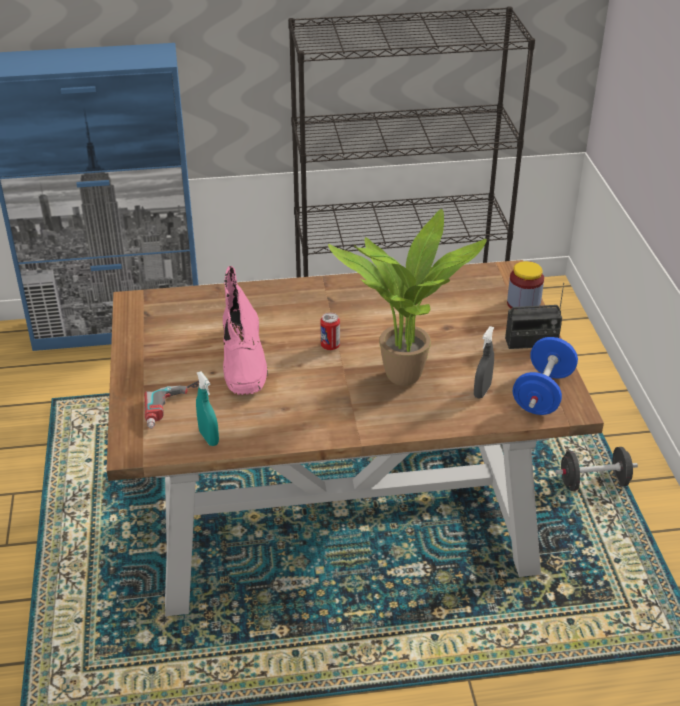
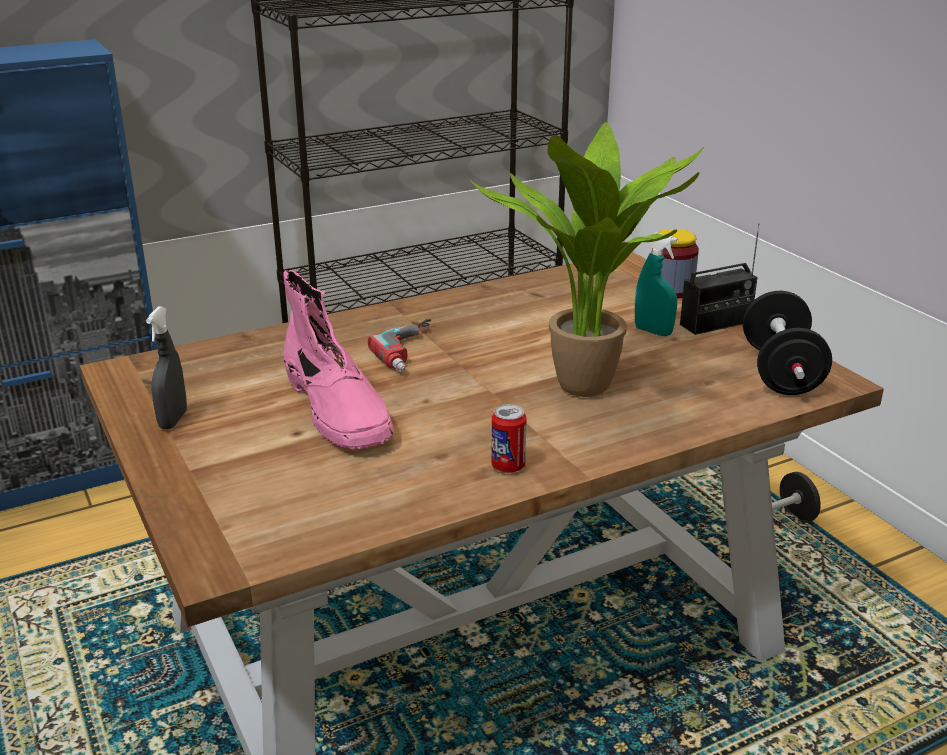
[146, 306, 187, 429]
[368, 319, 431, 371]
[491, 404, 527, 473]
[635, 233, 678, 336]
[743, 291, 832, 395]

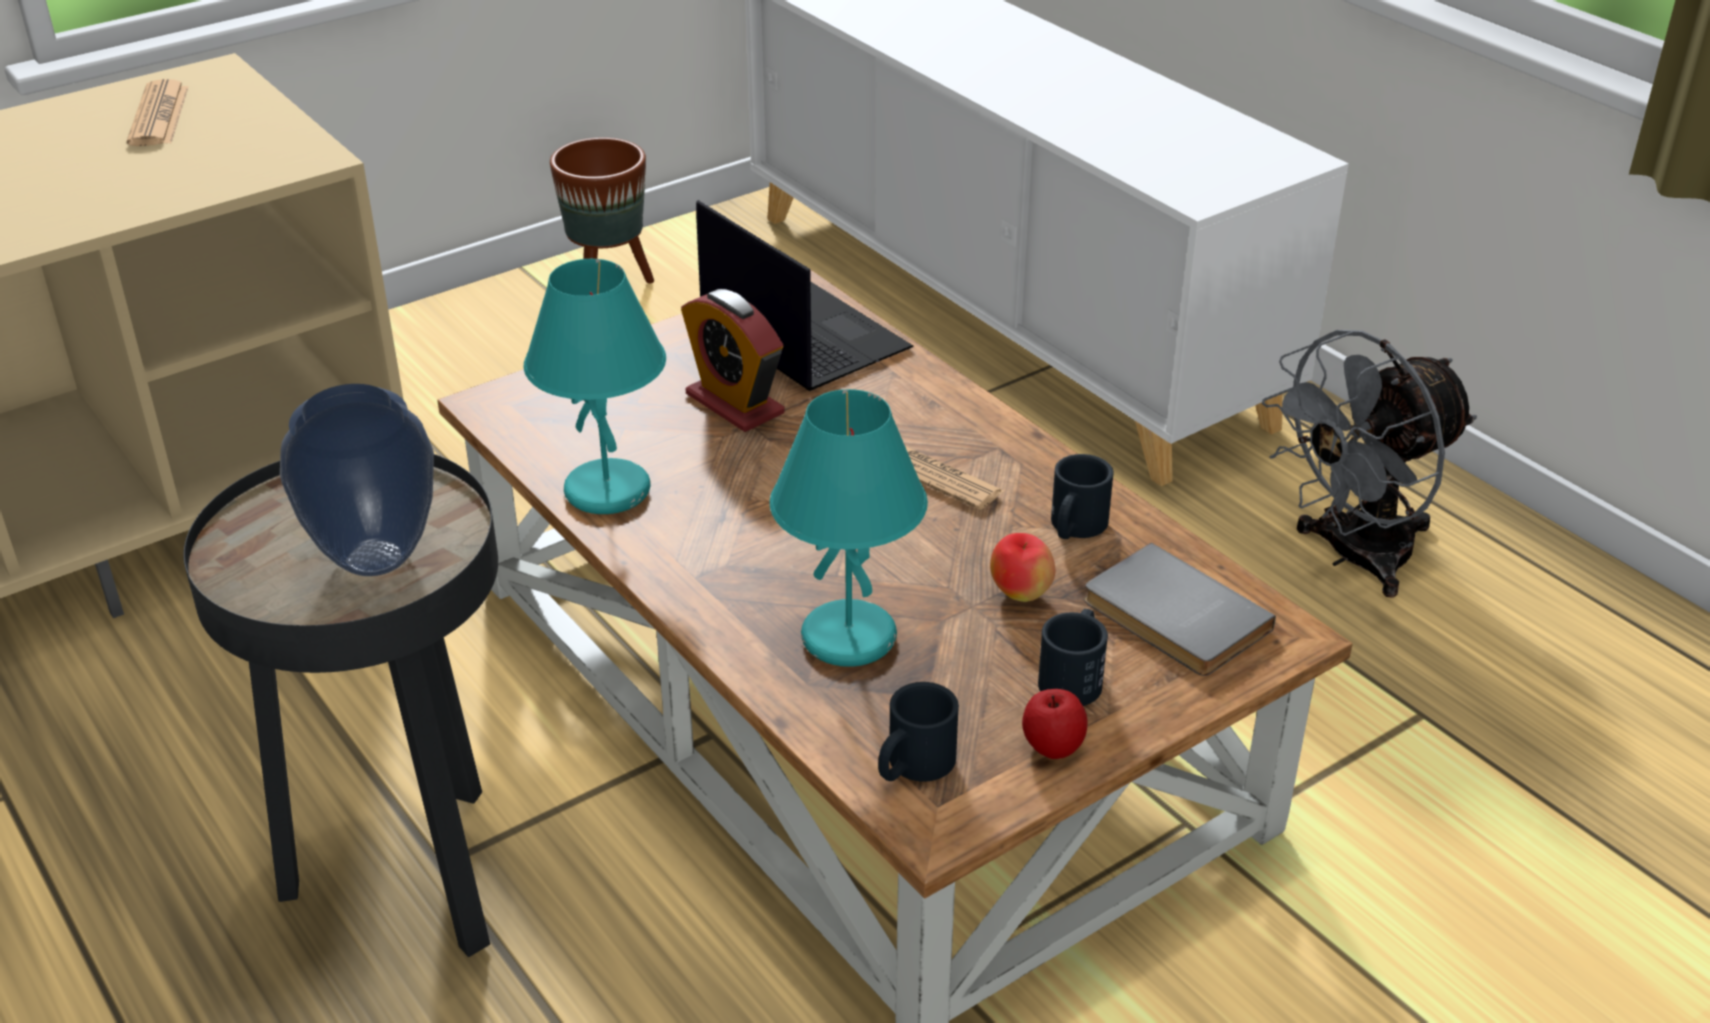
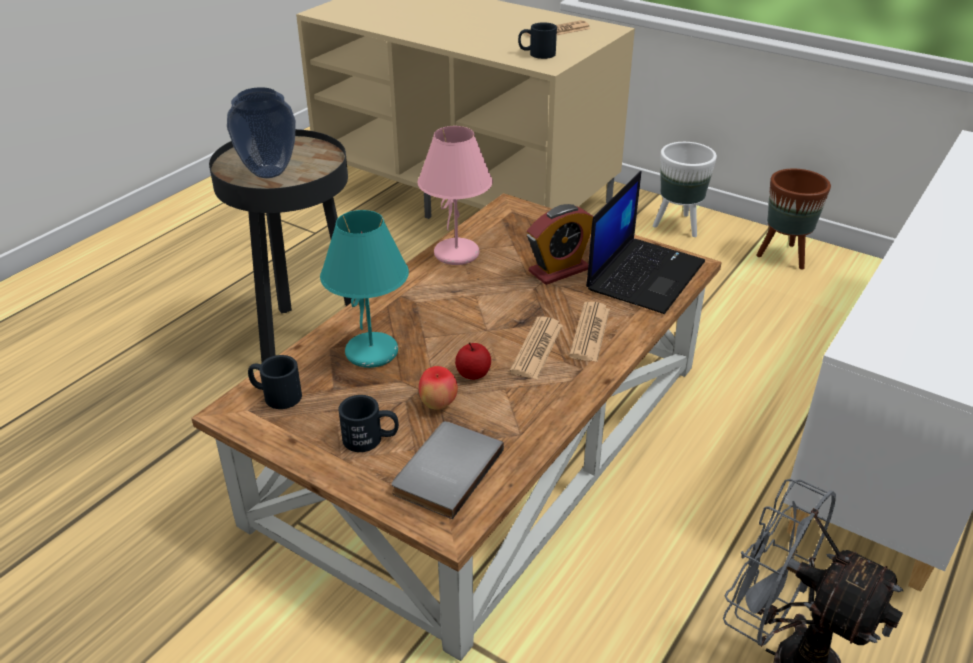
[417, 126, 493, 265]
[455, 343, 491, 380]
[518, 22, 557, 59]
[527, 204, 594, 285]
[569, 302, 610, 362]
[653, 142, 717, 237]

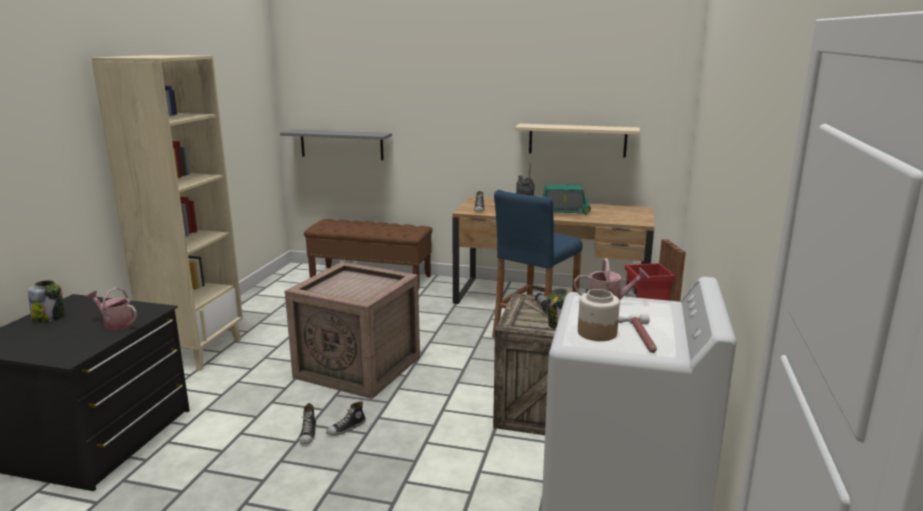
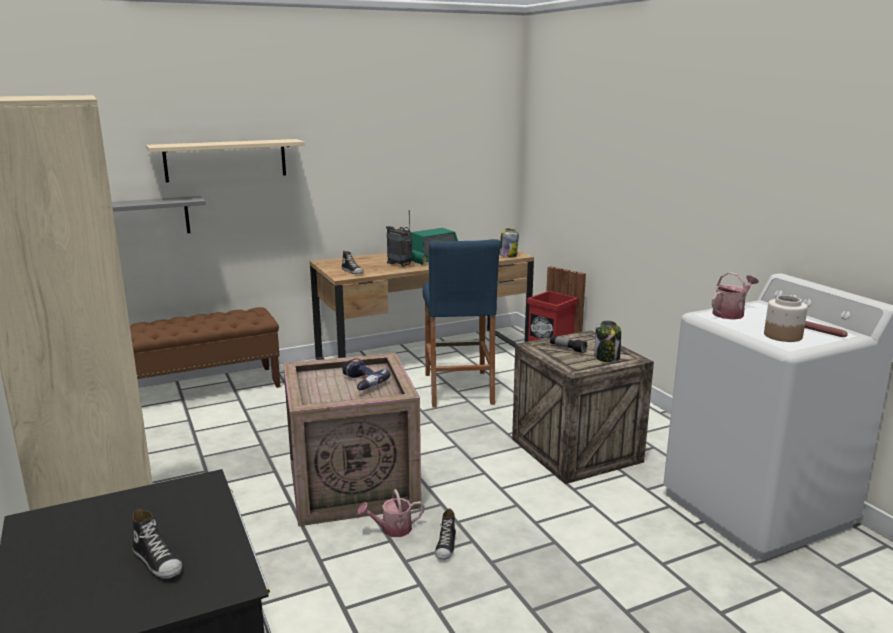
[132, 509, 182, 578]
[146, 139, 305, 182]
[342, 358, 390, 390]
[357, 489, 425, 537]
[499, 229, 519, 257]

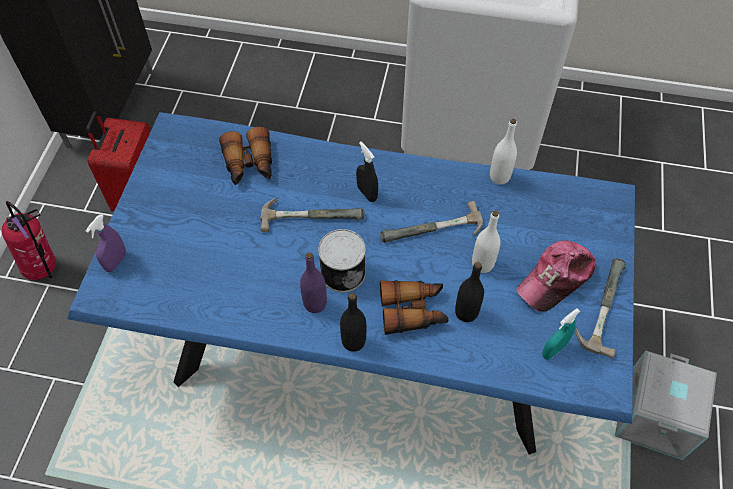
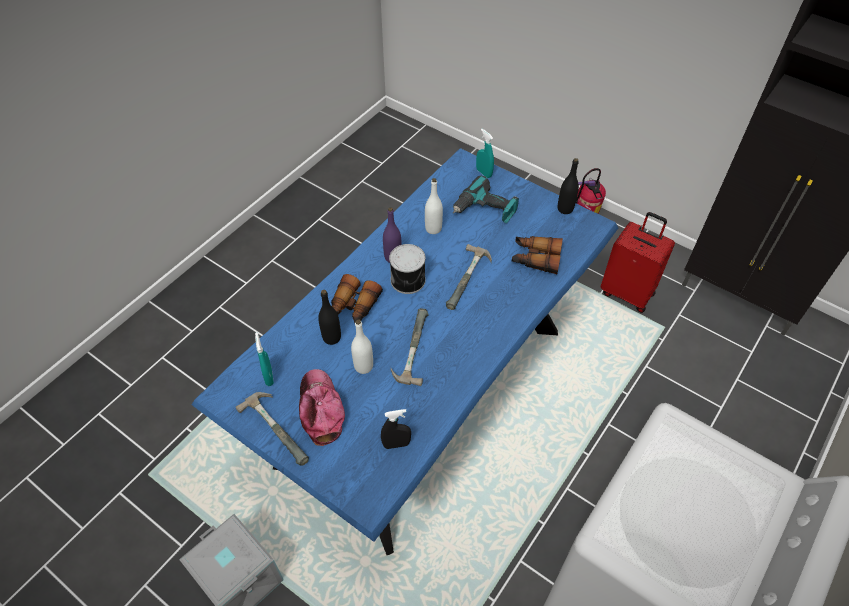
[381, 409, 411, 449]
[425, 178, 443, 234]
[453, 176, 519, 223]
[476, 129, 494, 178]
[558, 158, 579, 214]

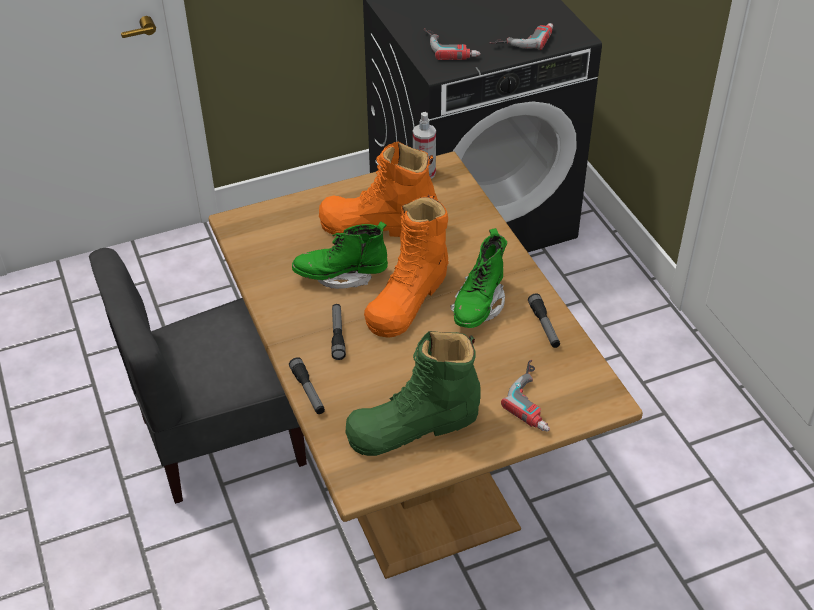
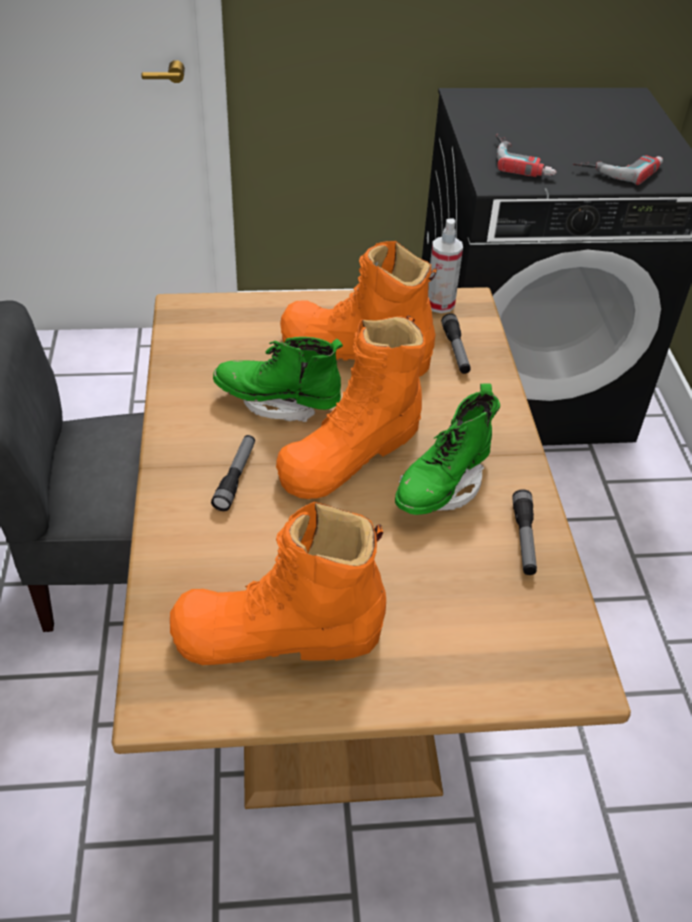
[170, 502, 386, 665]
[441, 313, 471, 374]
[501, 360, 550, 431] (first image)

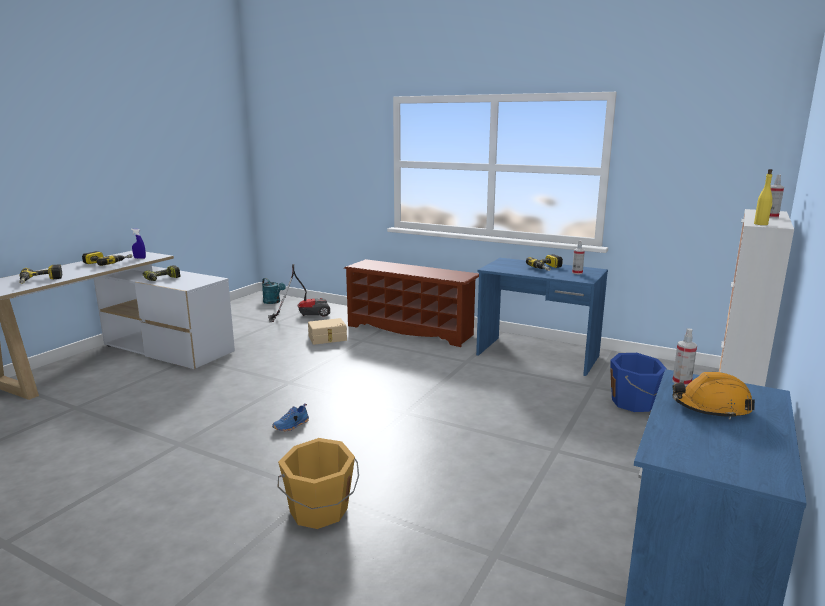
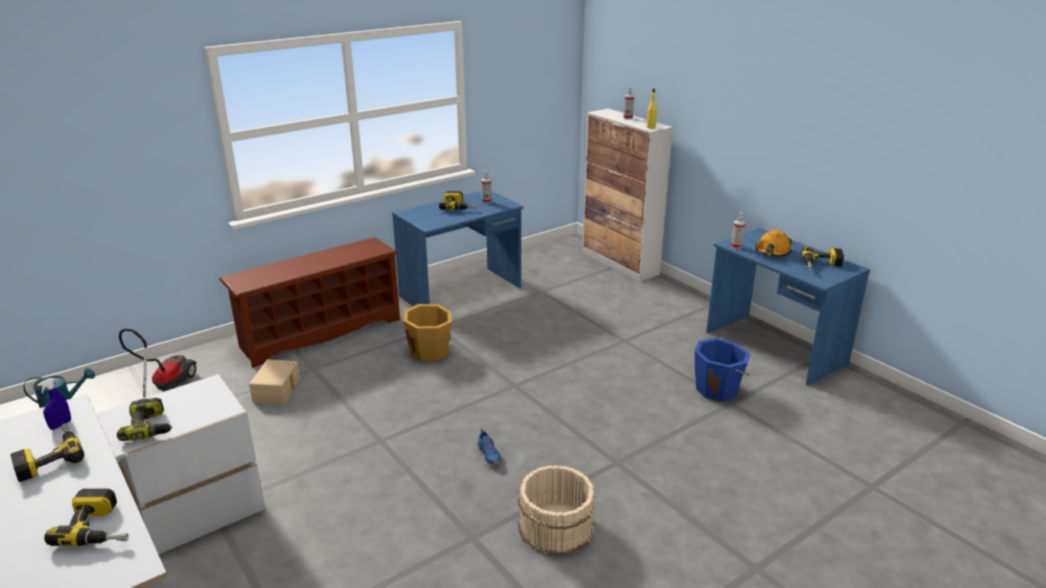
[403, 304, 452, 361]
[518, 465, 596, 556]
[695, 338, 750, 402]
[801, 246, 844, 270]

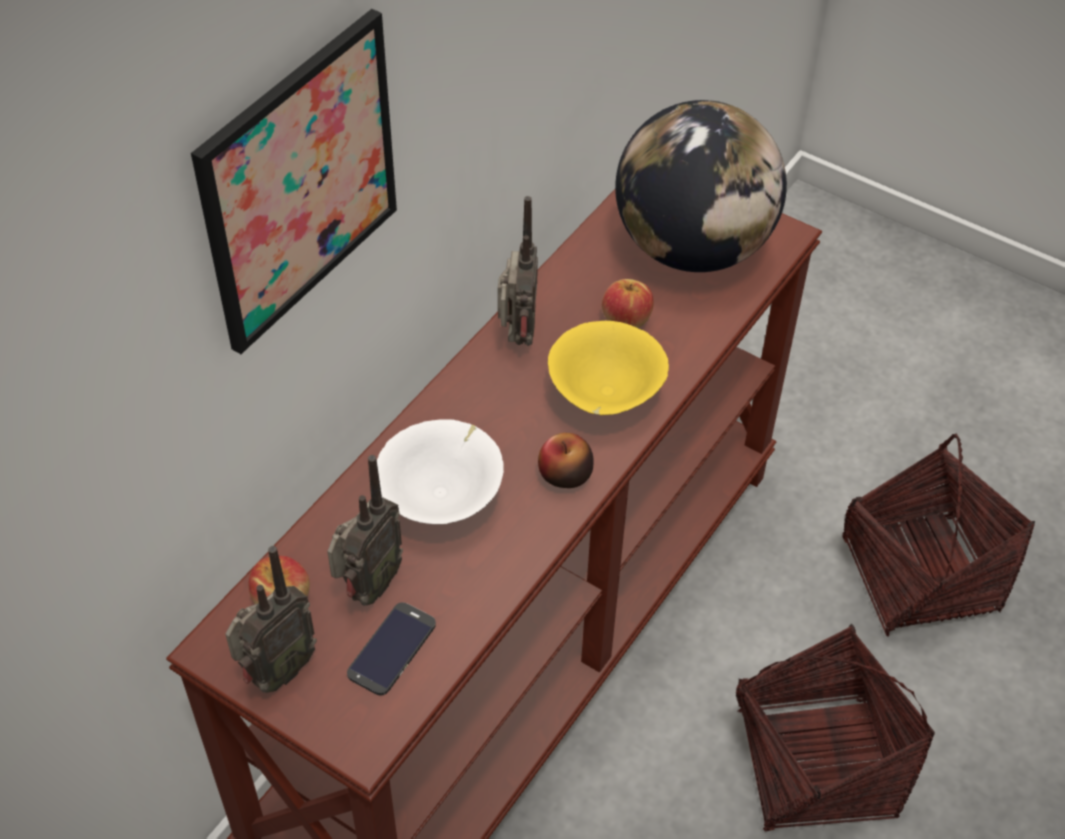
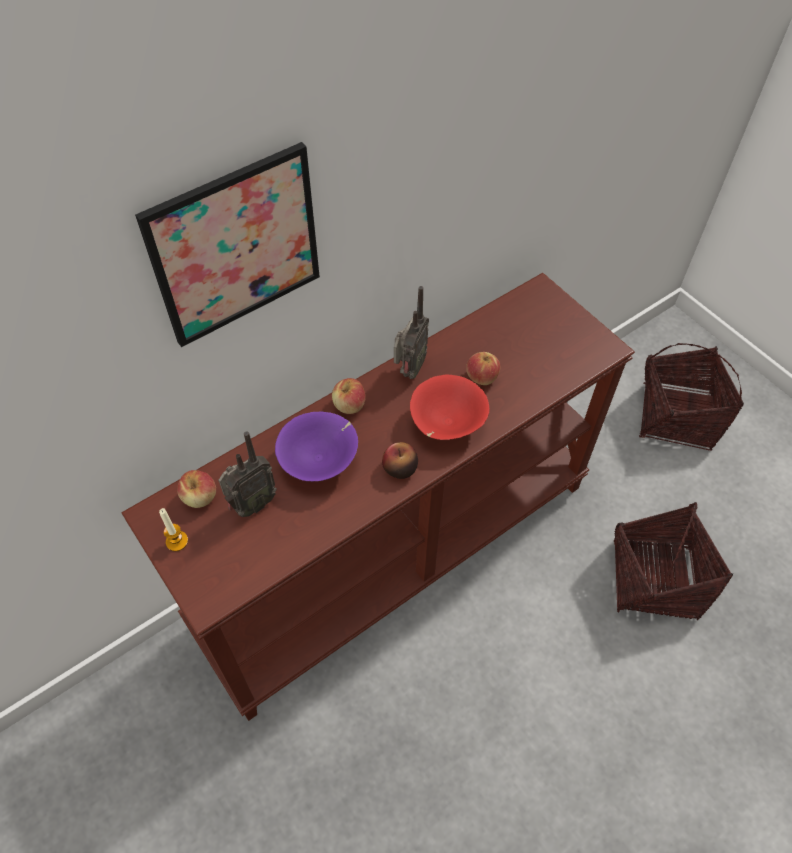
[159, 508, 188, 551]
[275, 411, 358, 481]
[332, 378, 366, 414]
[410, 374, 490, 440]
[639, 343, 744, 451]
[347, 602, 436, 696] (first image)
[615, 100, 787, 272] (first image)

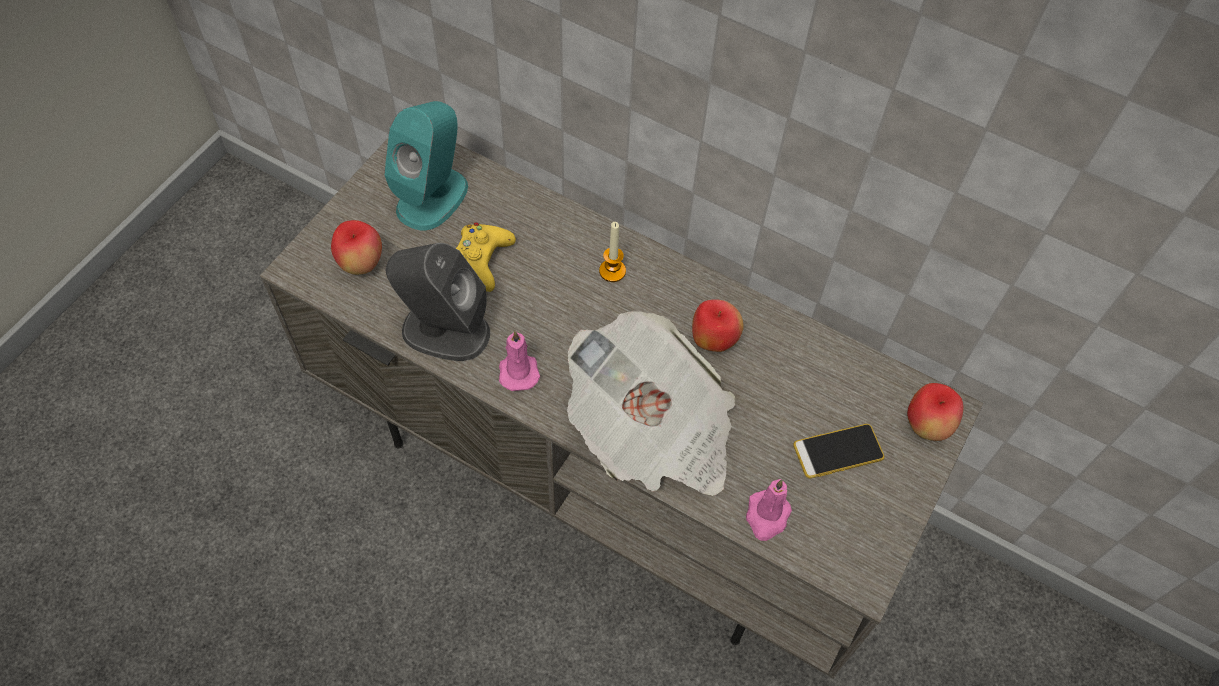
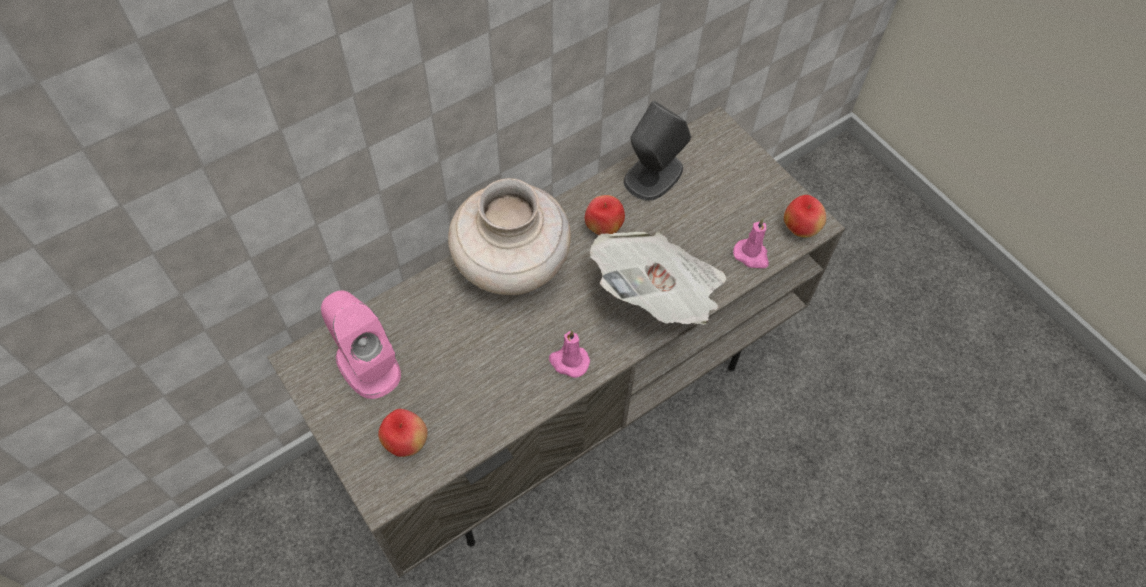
[321, 290, 401, 399]
[448, 178, 571, 295]
[624, 101, 691, 201]
[784, 195, 826, 238]
[456, 223, 516, 292] (first image)
[793, 424, 884, 478] (first image)

